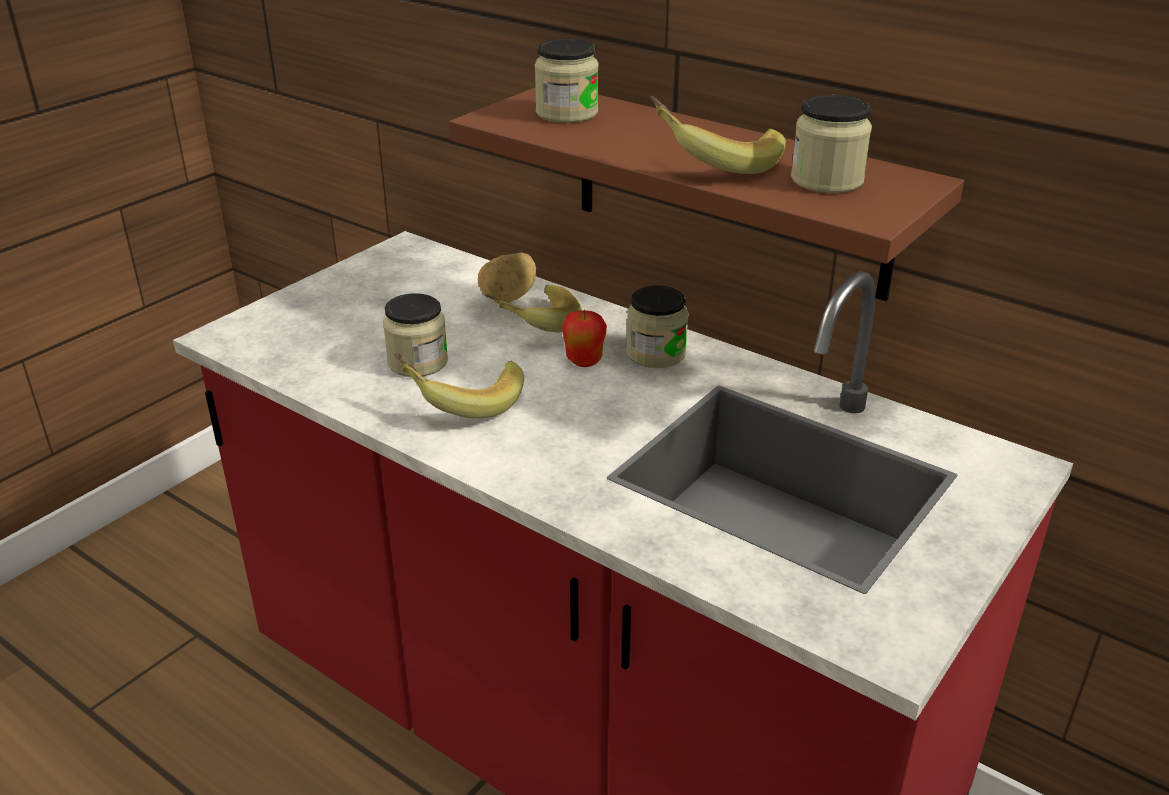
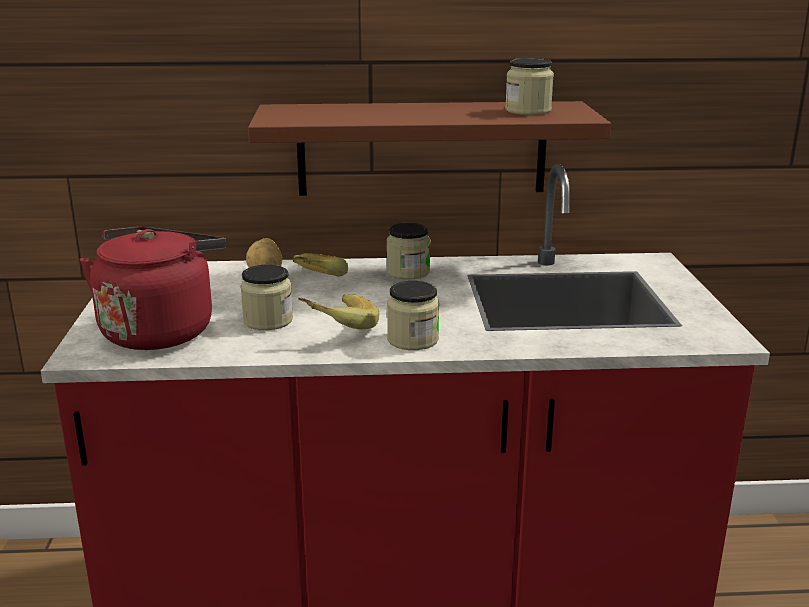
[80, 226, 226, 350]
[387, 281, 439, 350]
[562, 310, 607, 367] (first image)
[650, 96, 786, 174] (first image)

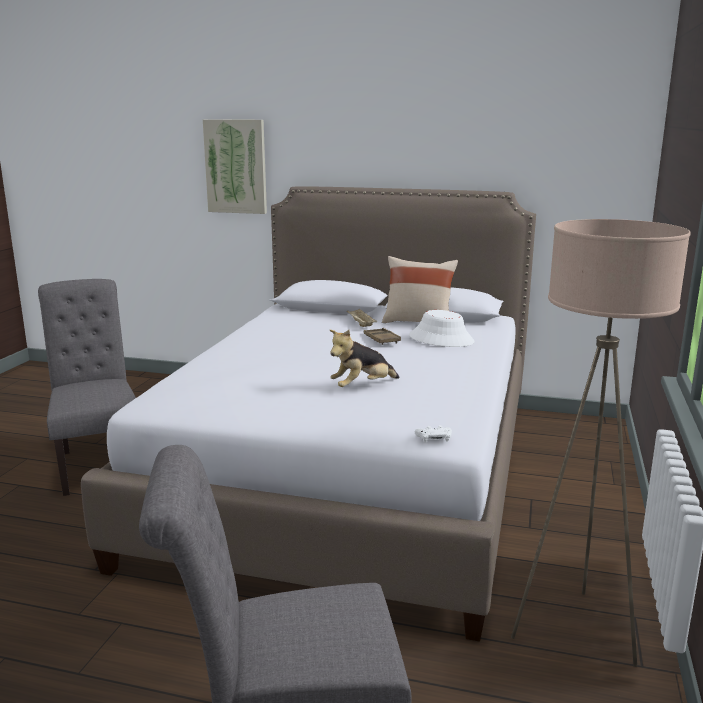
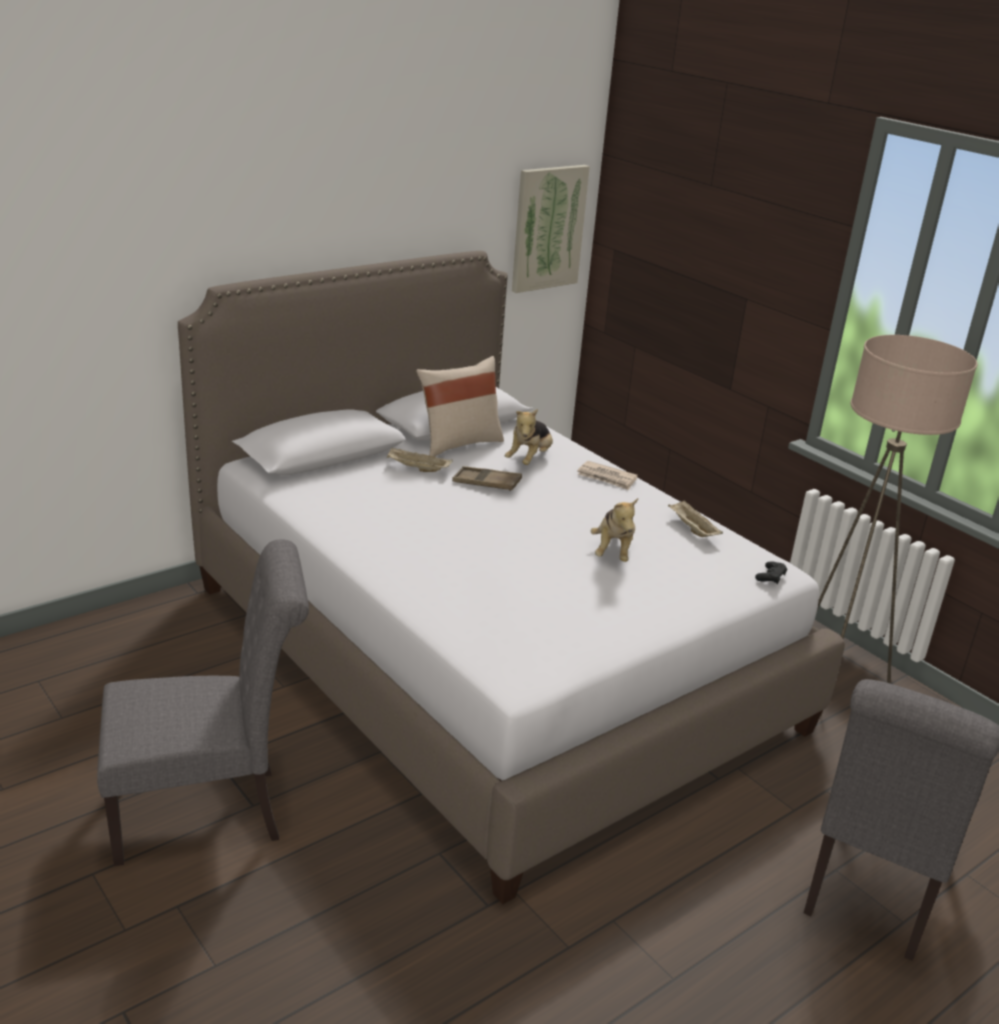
[97, 539, 309, 866]
[505, 409, 553, 465]
[512, 165, 590, 293]
[577, 461, 638, 490]
[668, 500, 723, 537]
[755, 561, 787, 584]

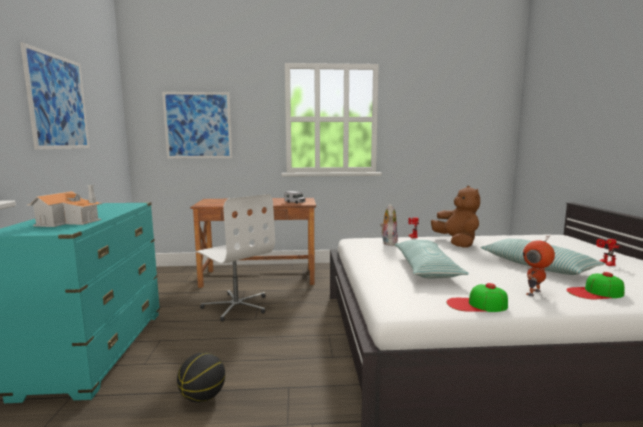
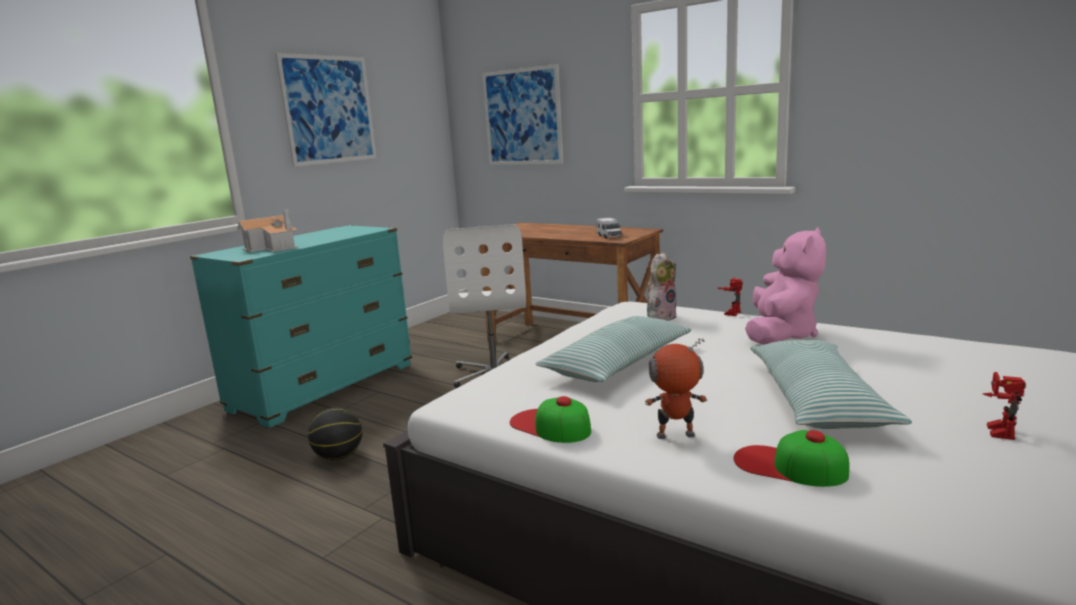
[745, 227, 826, 345]

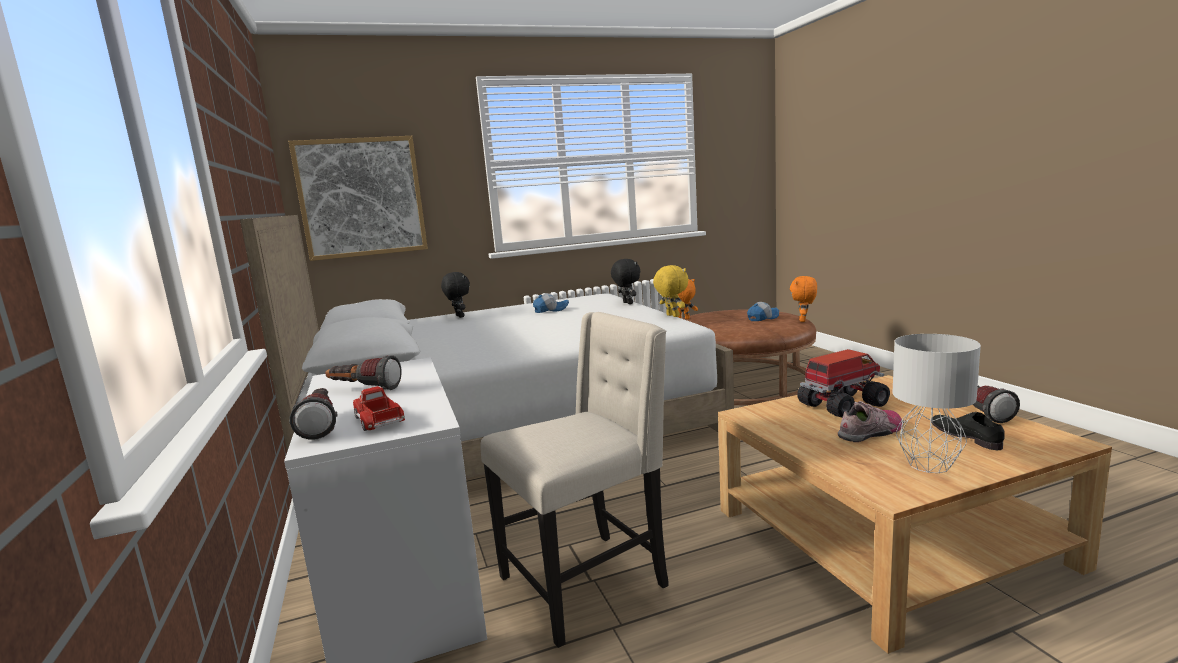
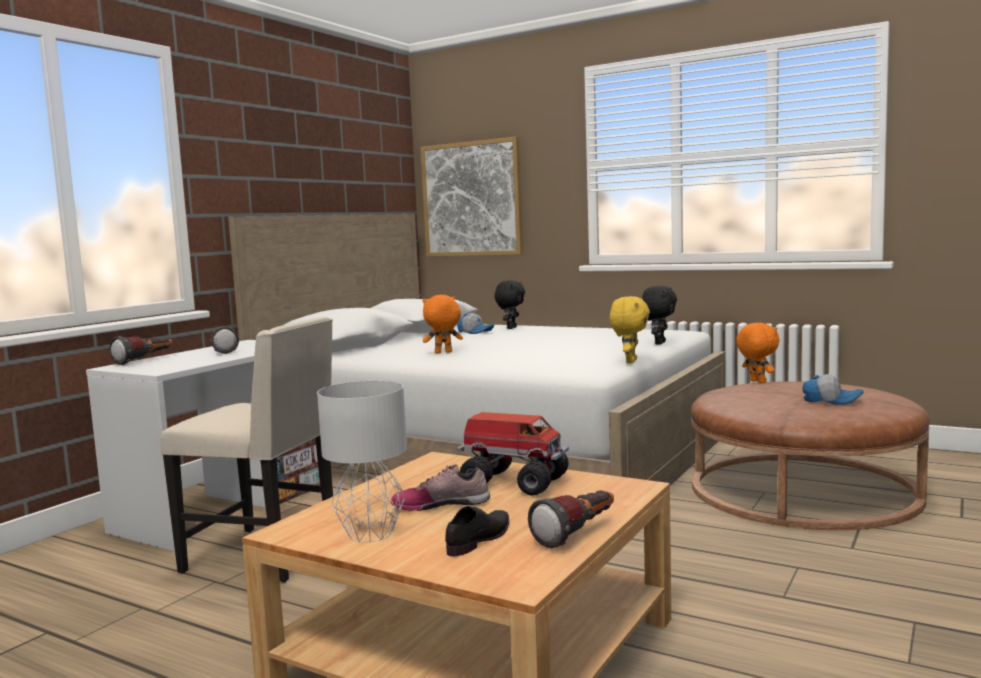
[390, 464, 490, 511]
[422, 295, 463, 354]
[457, 313, 494, 334]
[353, 386, 405, 431] (first image)

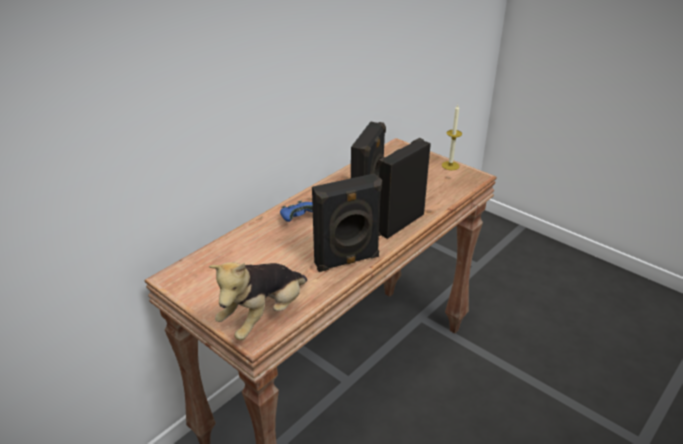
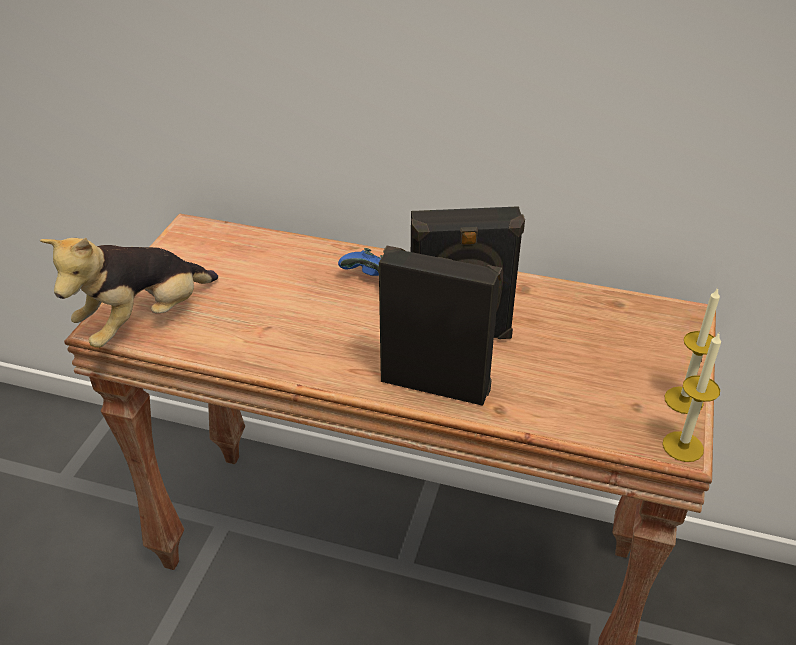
[40, 238, 218, 348]
[662, 333, 721, 462]
[312, 173, 382, 272] (first image)

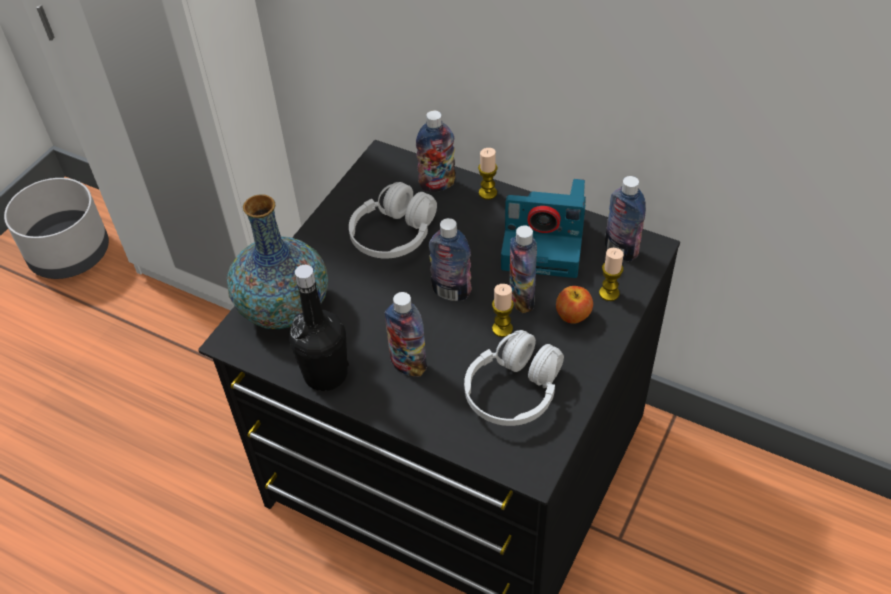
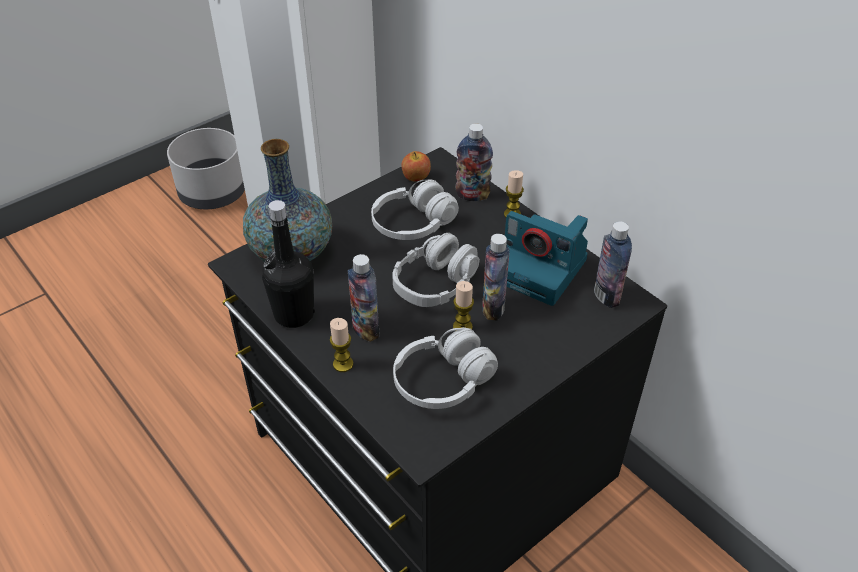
[330, 318, 353, 372]
[393, 233, 480, 307]
[401, 151, 431, 181]

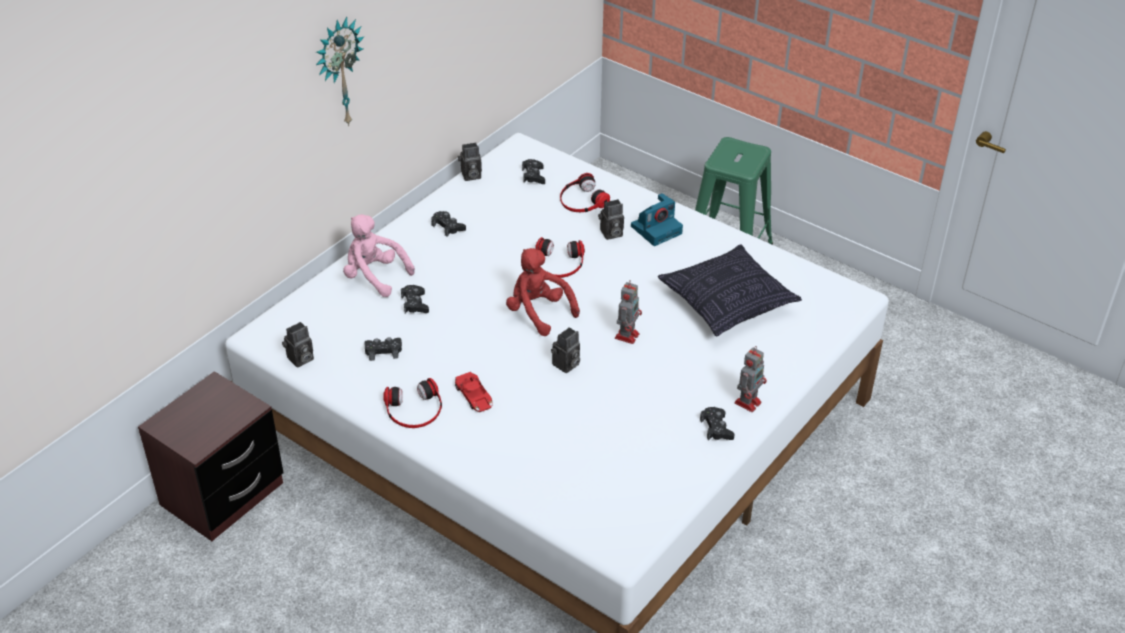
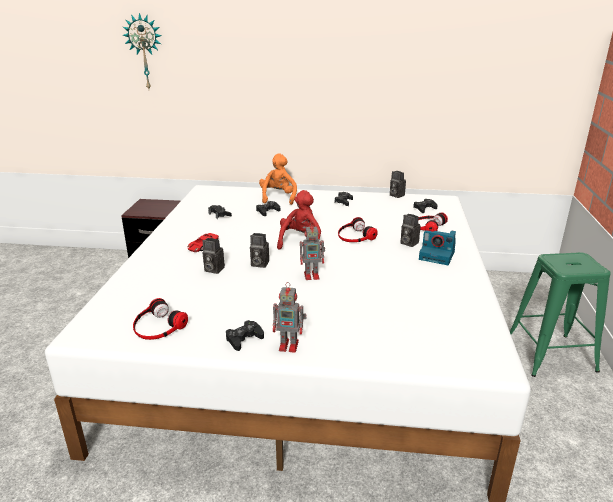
[123, 13, 162, 89]
[133, 298, 188, 340]
[202, 238, 225, 274]
[259, 153, 297, 205]
[658, 244, 802, 336] (first image)

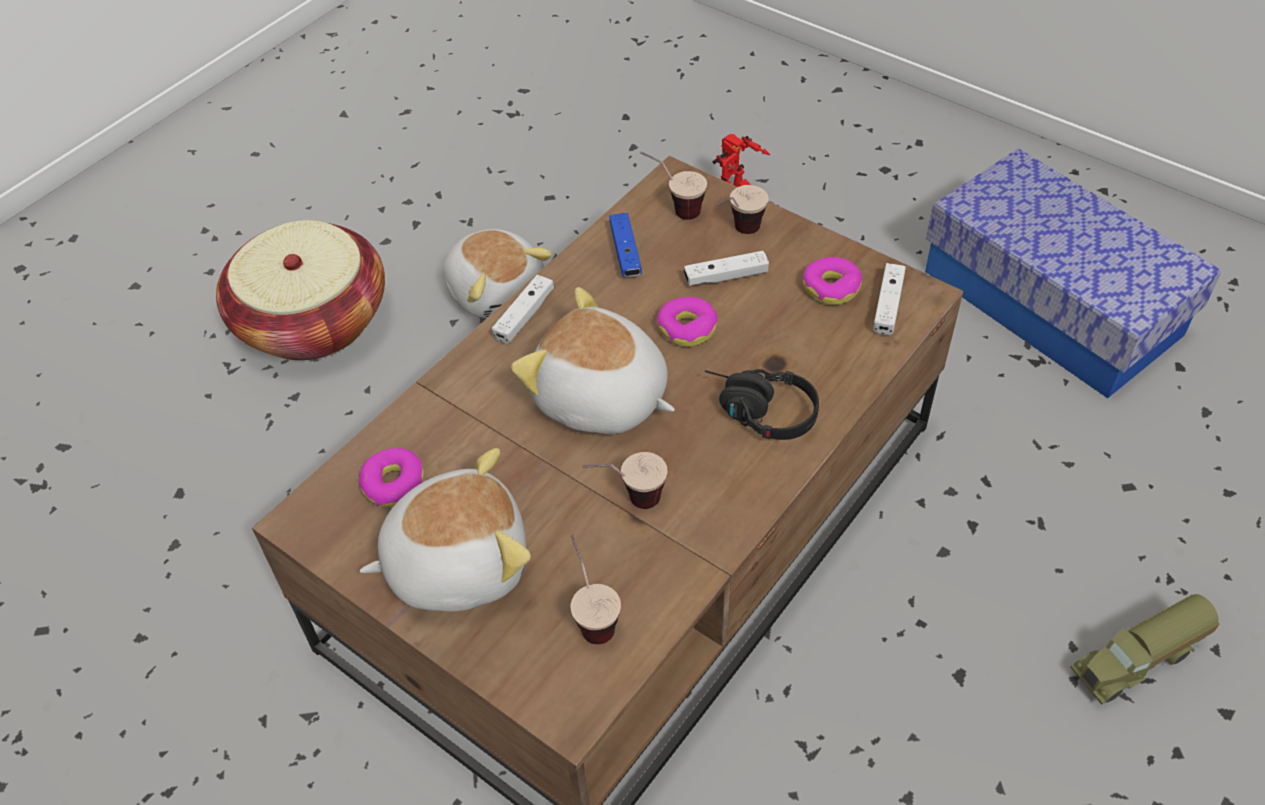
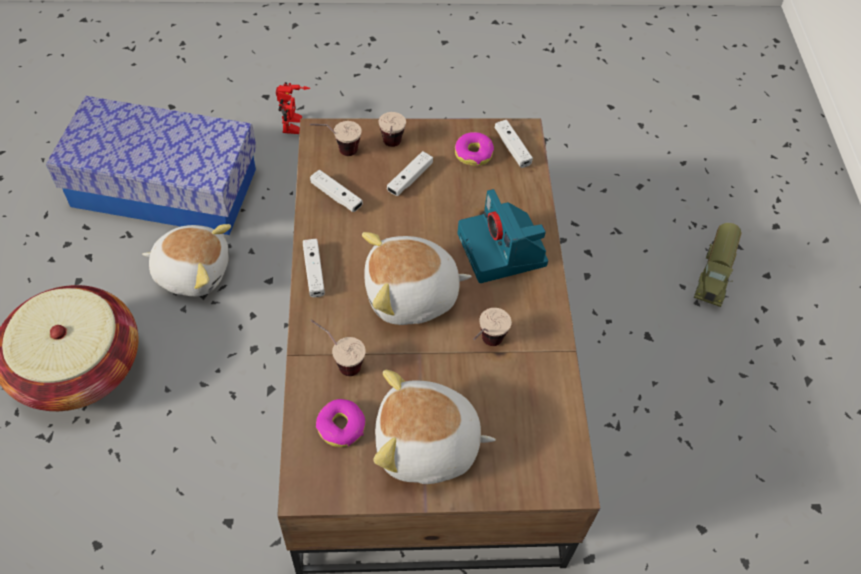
[46, 96, 256, 235]
[310, 170, 363, 212]
[310, 319, 366, 376]
[374, 370, 496, 484]
[457, 189, 548, 283]
[657, 297, 718, 347] (first image)

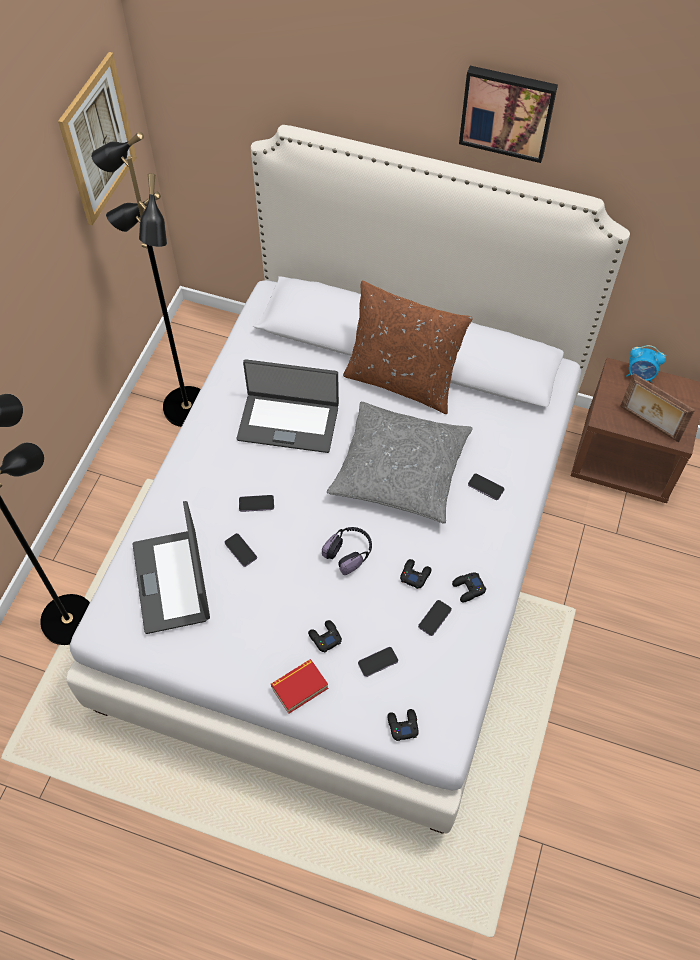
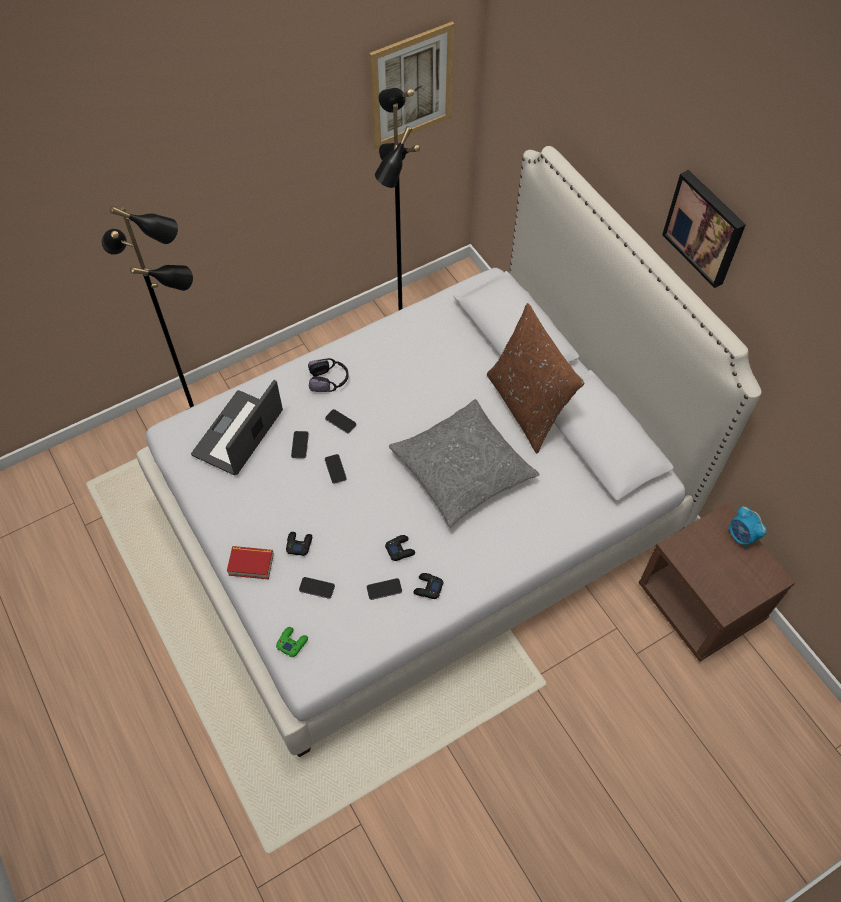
[276, 627, 308, 657]
[308, 358, 349, 392]
[325, 454, 347, 484]
[237, 359, 339, 453] (first image)
[620, 373, 695, 442] (first image)

